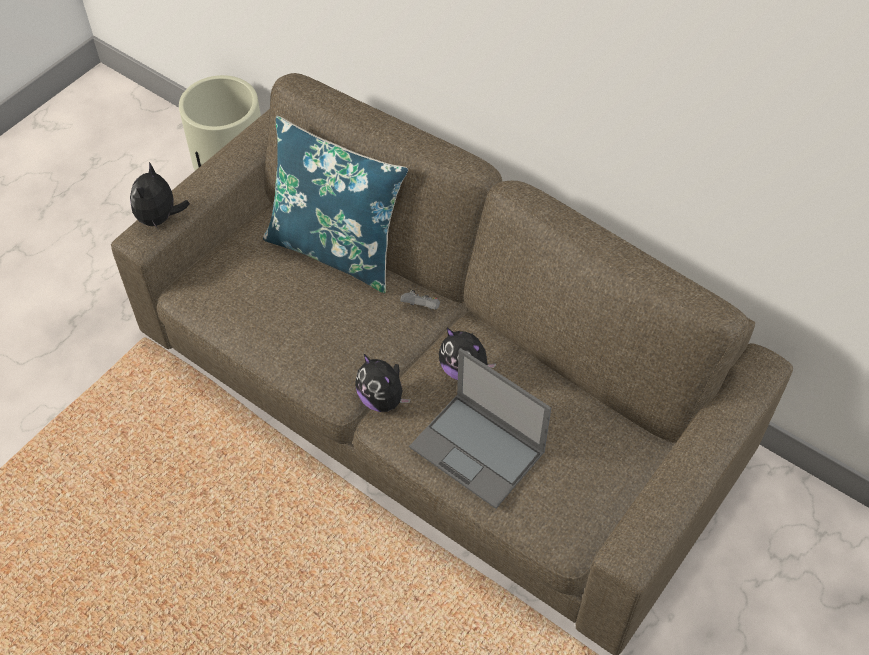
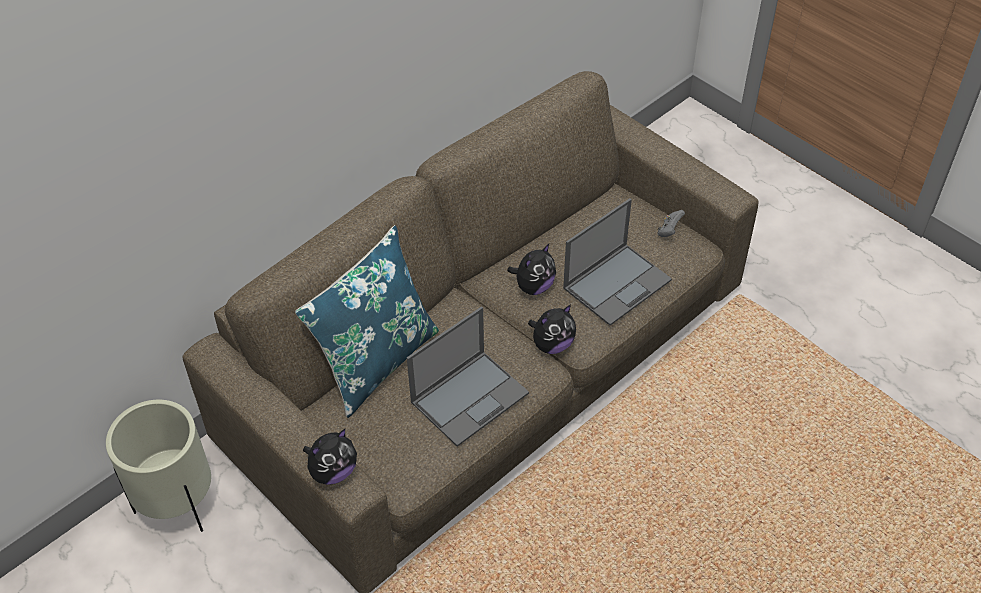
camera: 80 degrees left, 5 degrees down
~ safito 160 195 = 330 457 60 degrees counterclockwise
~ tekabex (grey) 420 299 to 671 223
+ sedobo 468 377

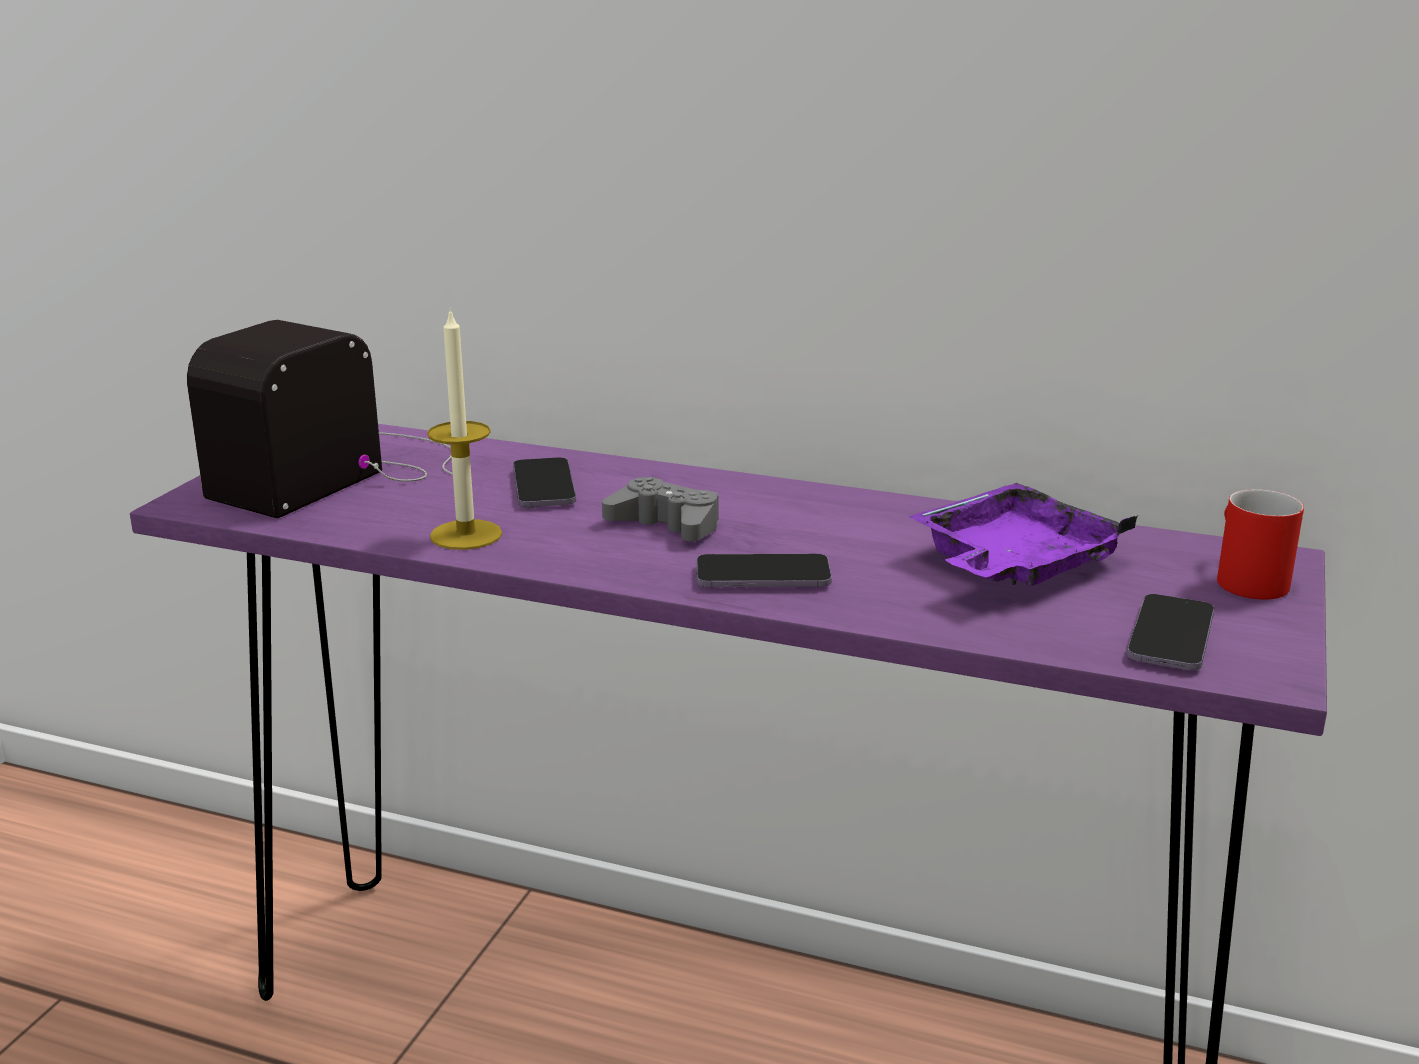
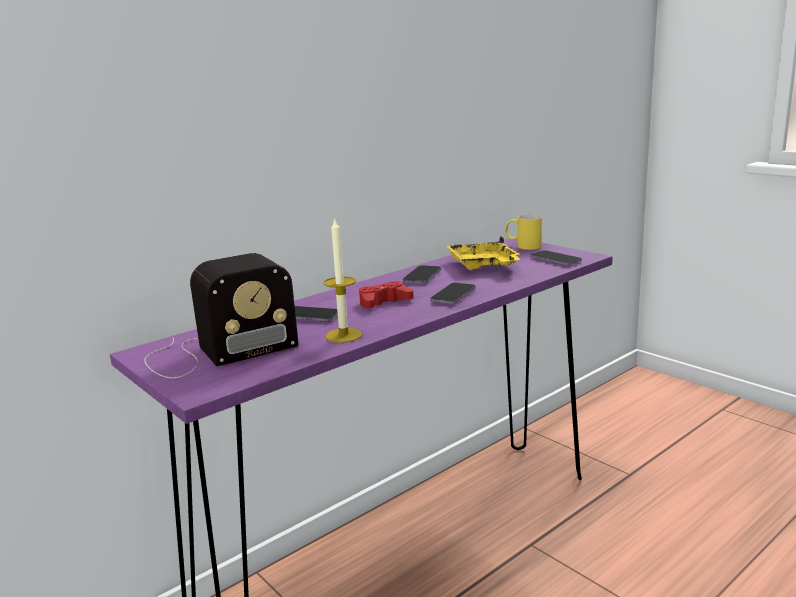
camera: 60 degrees left, 5 degrees down
~ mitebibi 320 419 = 221 316 90 degrees counterclockwise
~ tekabex (grey) 660 509 to tekabex (red) 386 295
~ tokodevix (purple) 1023 534 to tokodevix (yellow) 483 253
~ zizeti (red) 1260 544 to zizeti (yellow) 523 232
+ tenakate 422 274

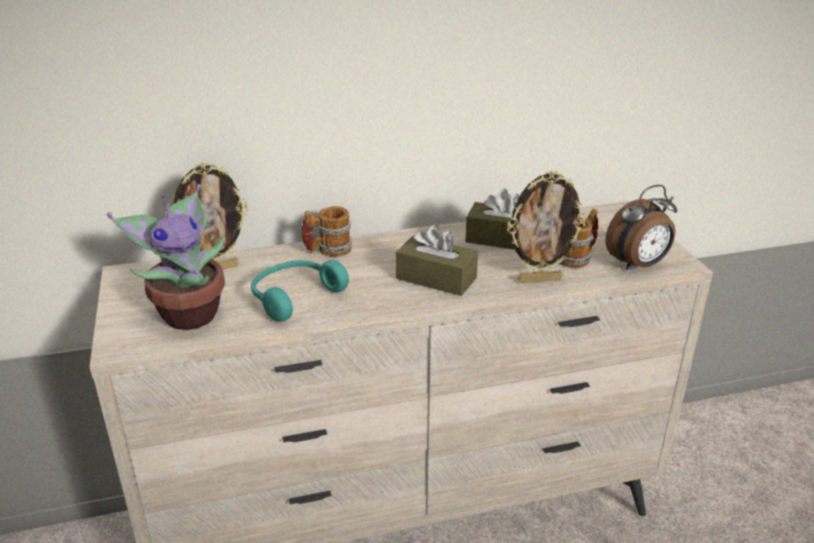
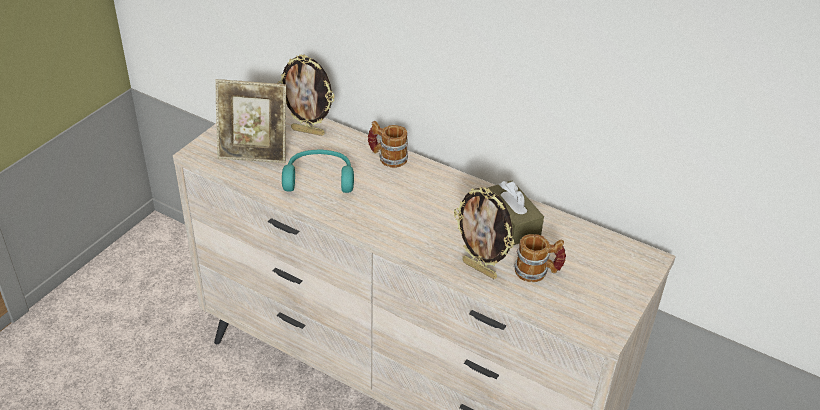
camera: 45 degrees right, 10 degrees up
~ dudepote 166 257 to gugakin 250 121
- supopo 641 227
- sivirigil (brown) 437 260

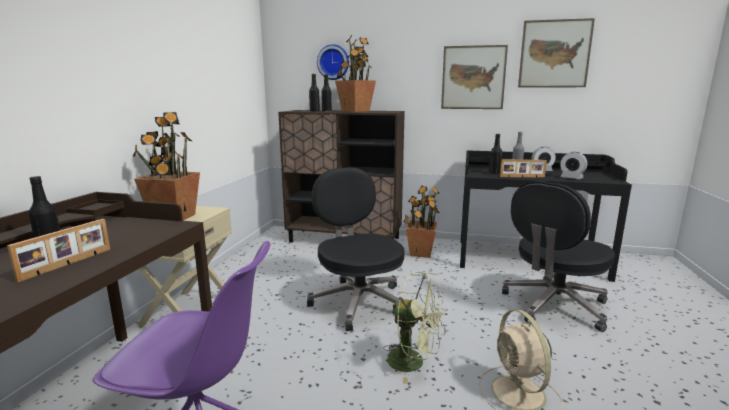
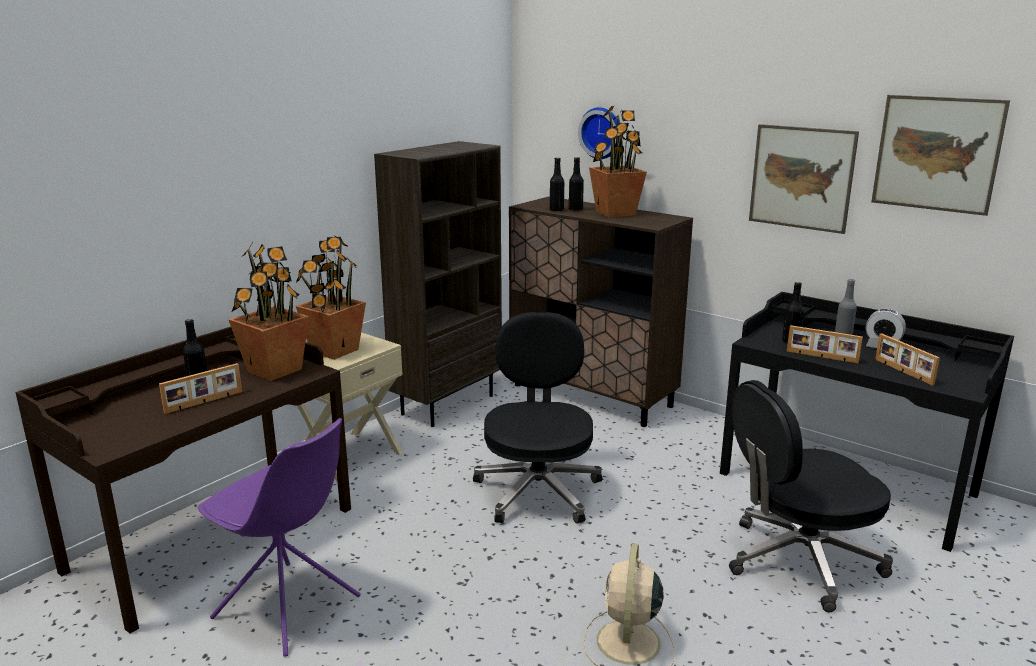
camera: 25 degrees right, 5 degrees up
~ supopo 574 165 to gugakin 907 359
~ dudepote 421 221 to 269 311
- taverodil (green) 415 327
+ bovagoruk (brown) 438 284

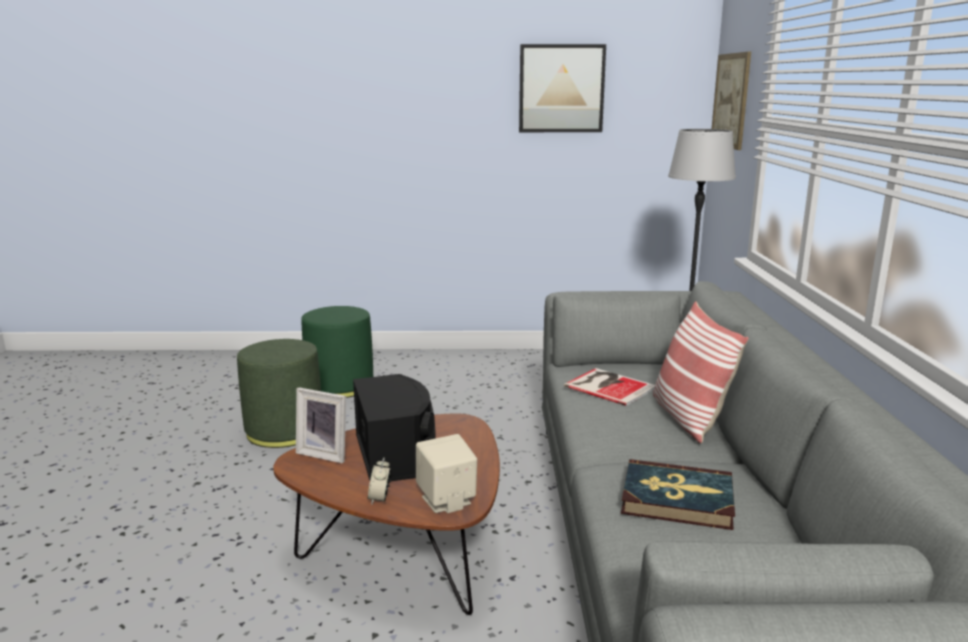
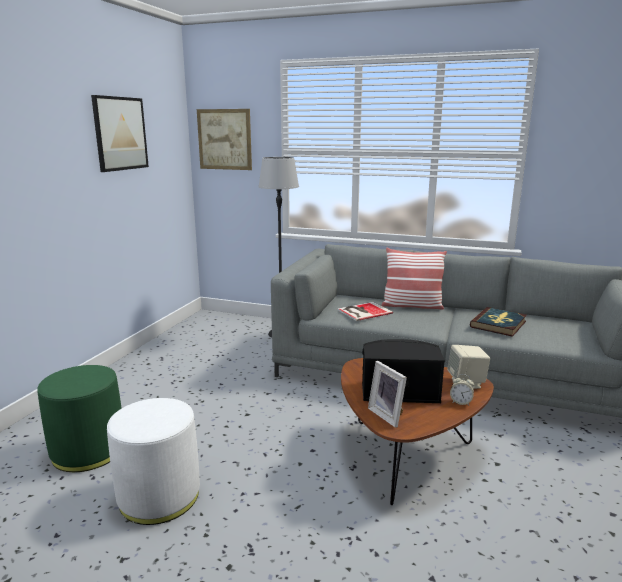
camera: 70 degrees left, 0 degrees up
~ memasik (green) 279 393 to memasik (white) 153 461
~ gugakin 321 425 = 387 394 105 degrees clockwise

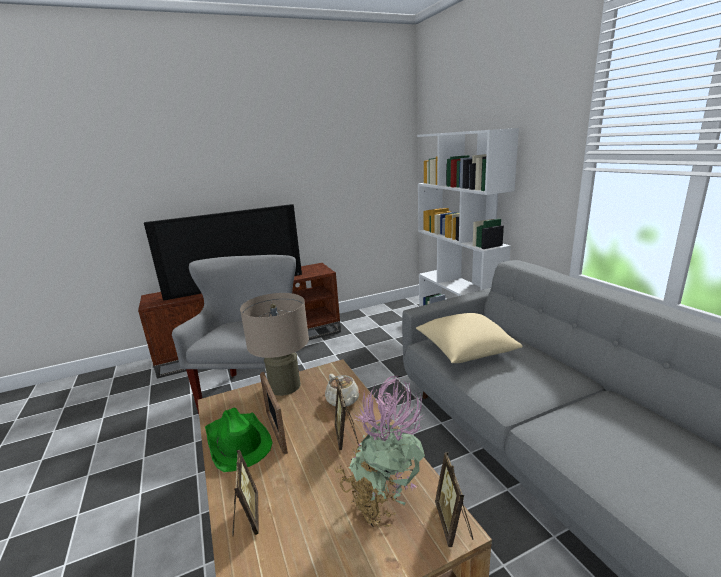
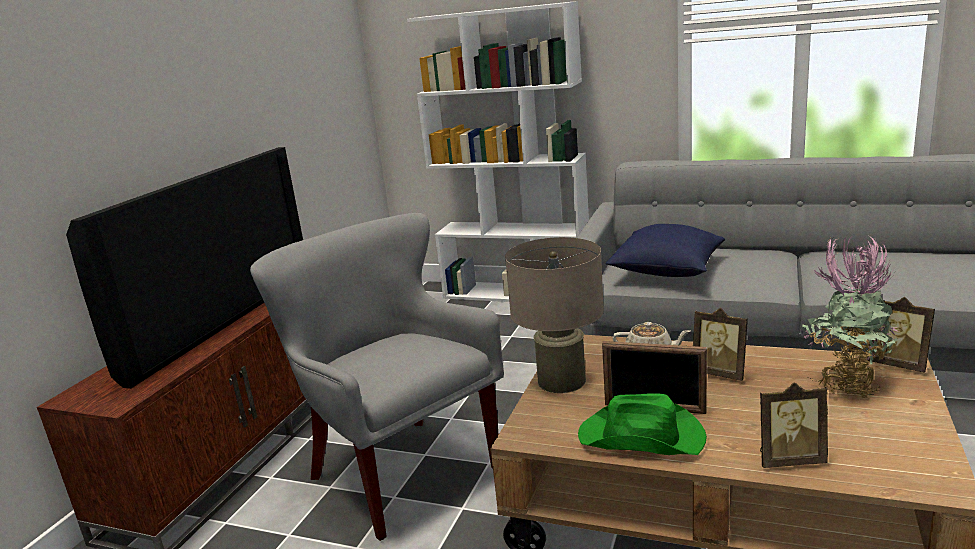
camera: 45 degrees left, 0 degrees up
~ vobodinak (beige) 469 338 to vobodinak (blue) 665 250
~ gugakin 245 493 = 794 425 150 degrees clockwise

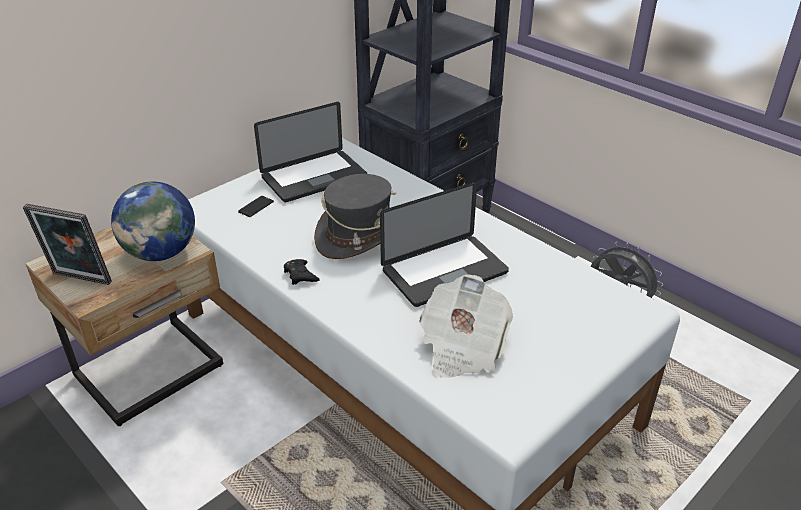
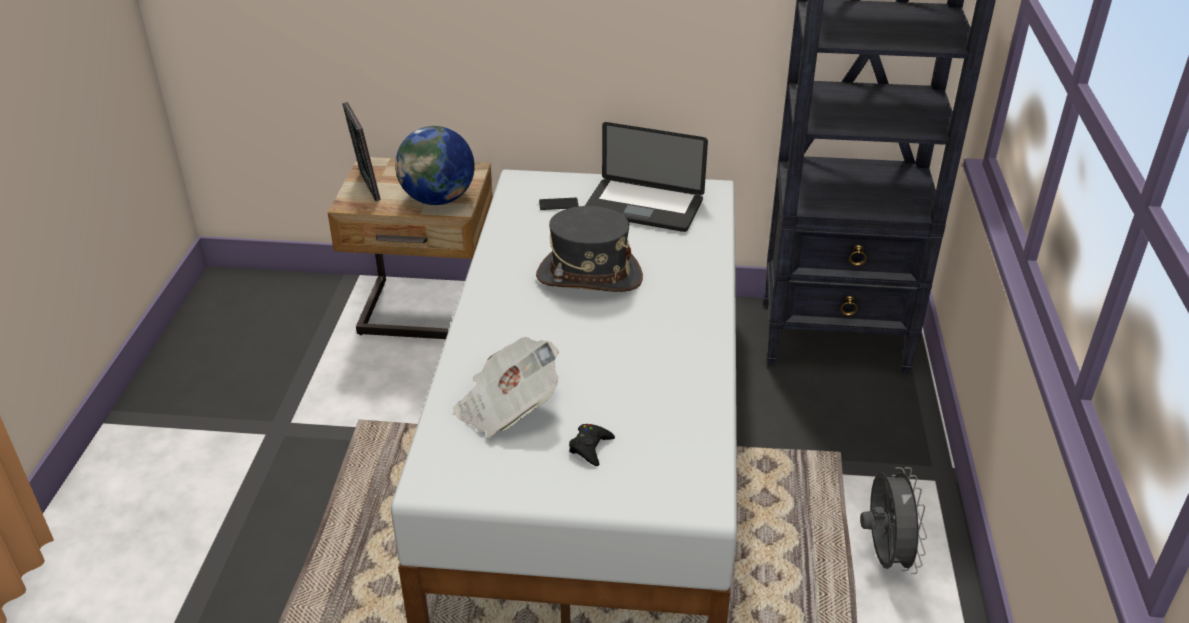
camera: 50 degrees right, 0 degrees up
- sedobo 444 244
~ tekabex (black) 302 272 to 592 445

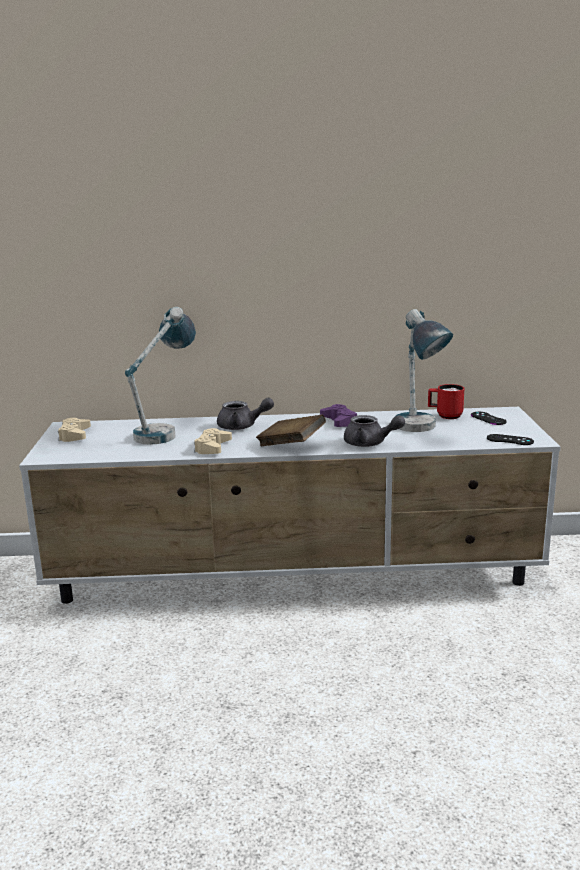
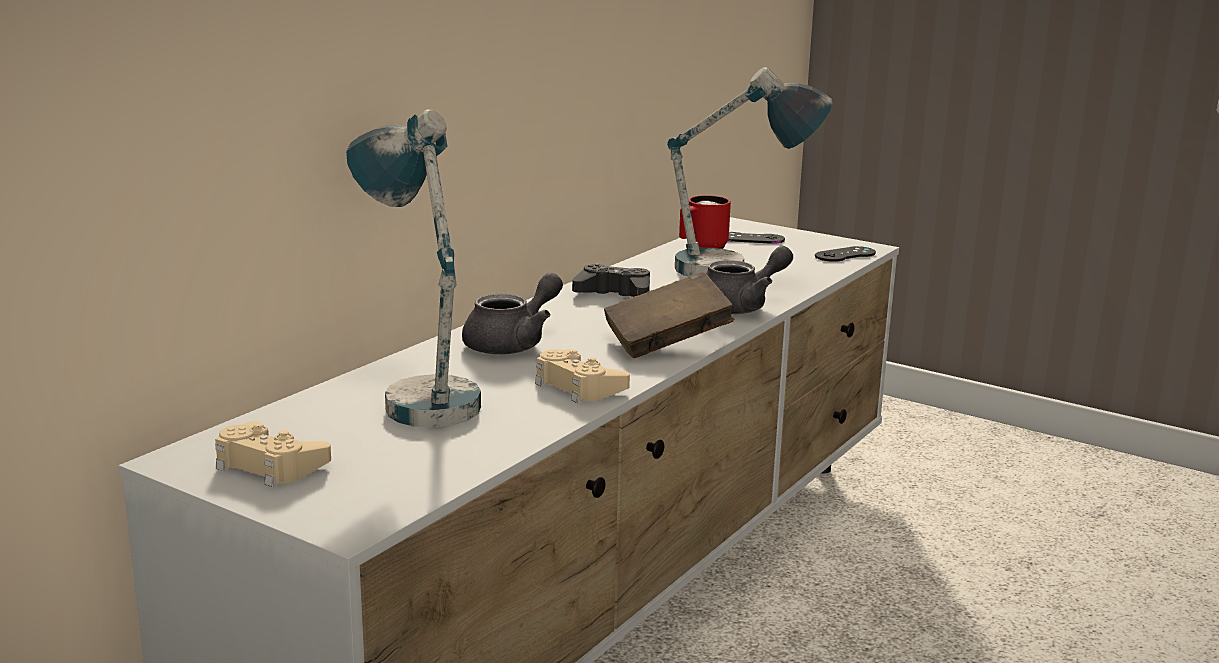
camera: 55 degrees left, 0 degrees up
~ tekabex (purple) 338 415 to tekabex (black) 611 280

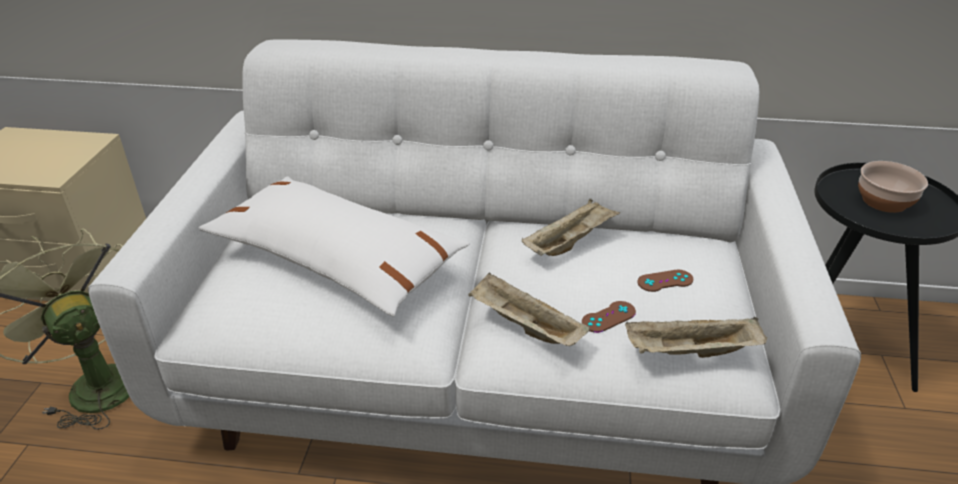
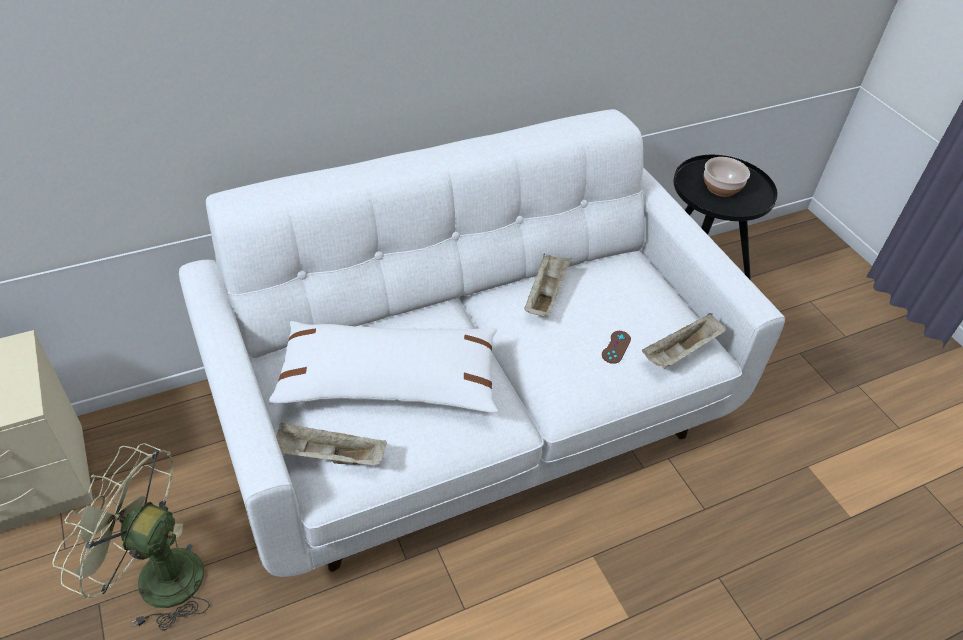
camera: 35 degrees left, 10 degrees up
- tekabex (brown) 665 281
~ tokodevix (beige) 529 309 to 331 444

